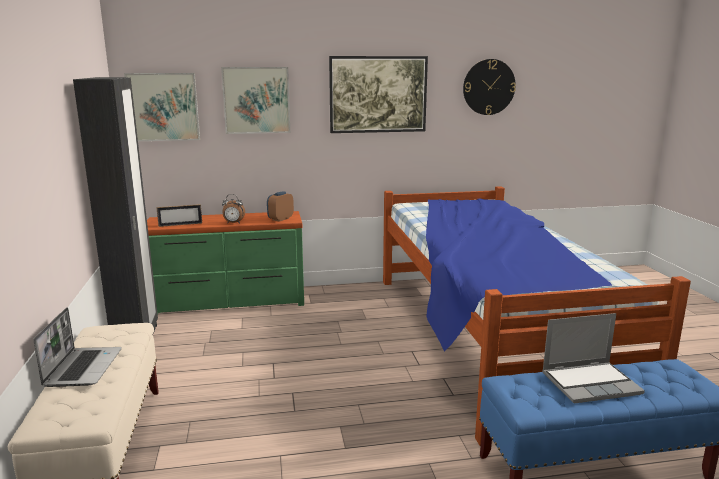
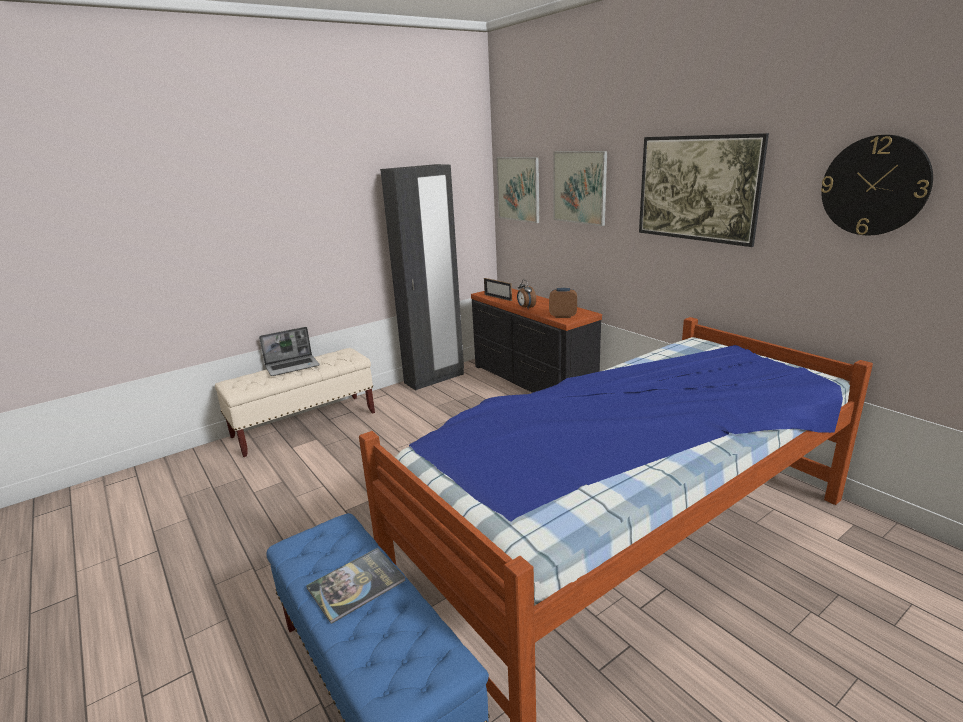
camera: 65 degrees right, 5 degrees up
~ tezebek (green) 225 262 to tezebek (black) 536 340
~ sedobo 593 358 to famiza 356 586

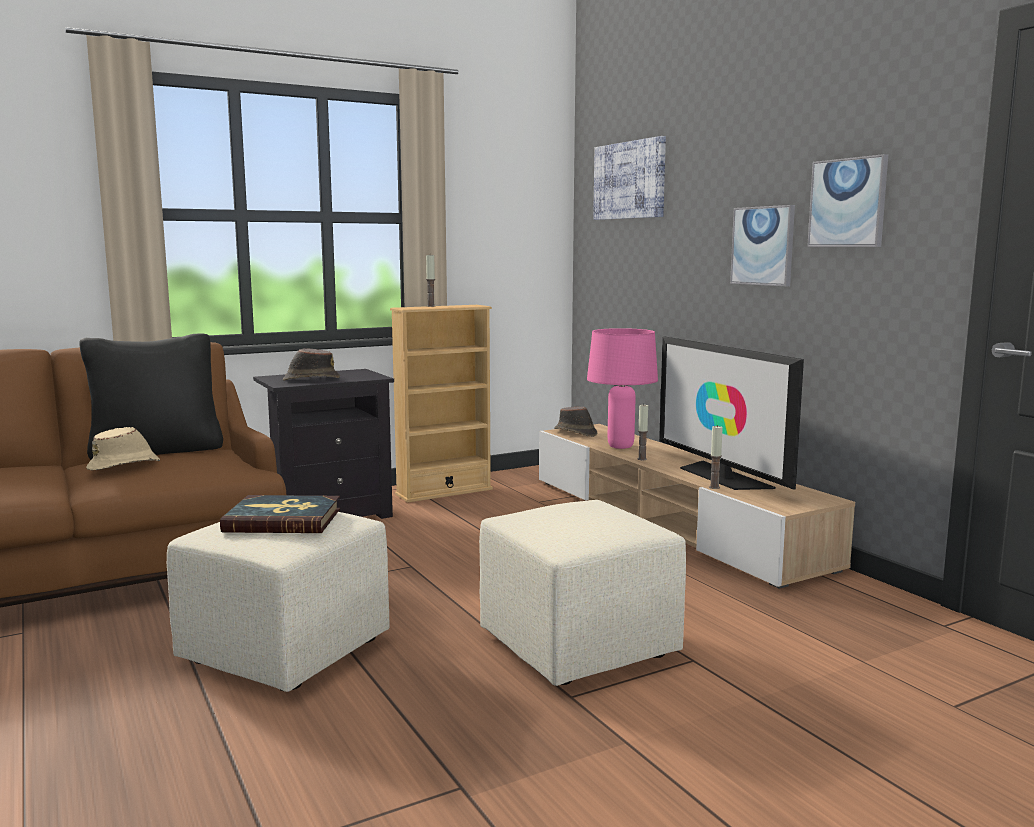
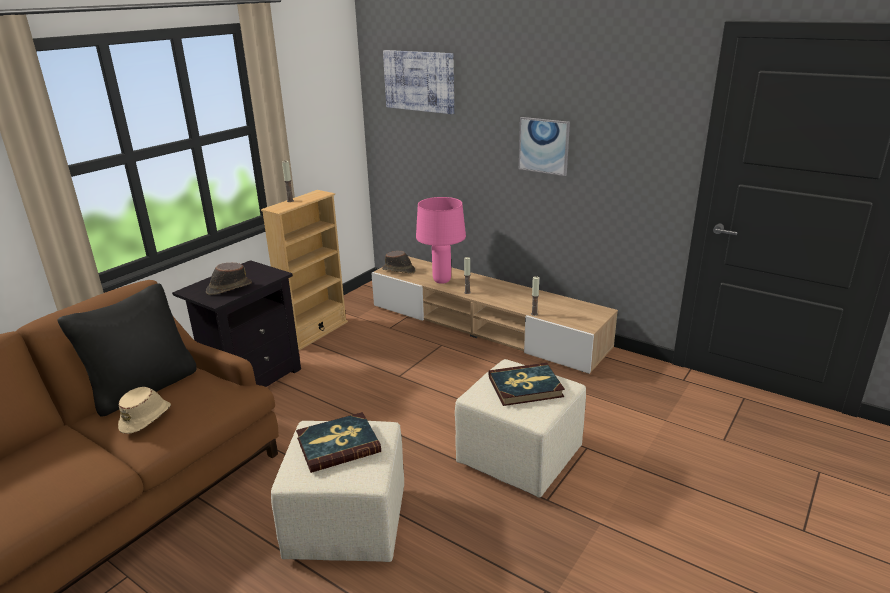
camera: 25 degrees left, 15 degrees up
- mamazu 847 200
- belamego 731 413
+ famiza 527 384

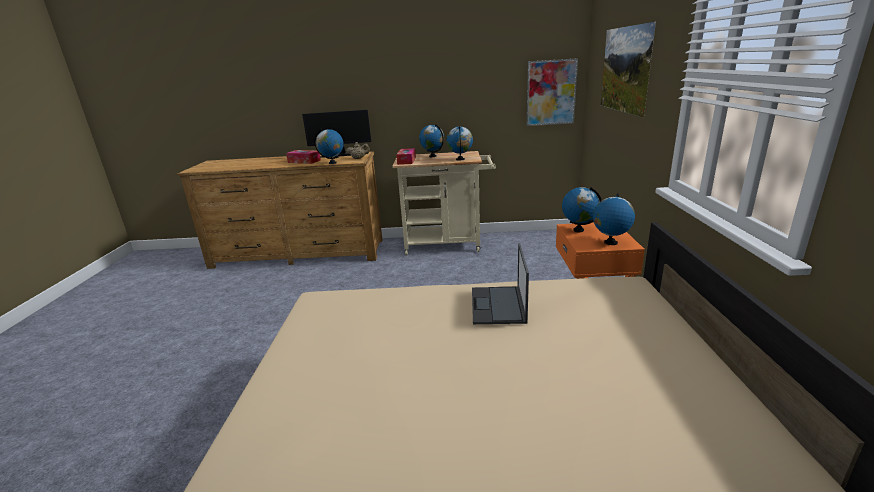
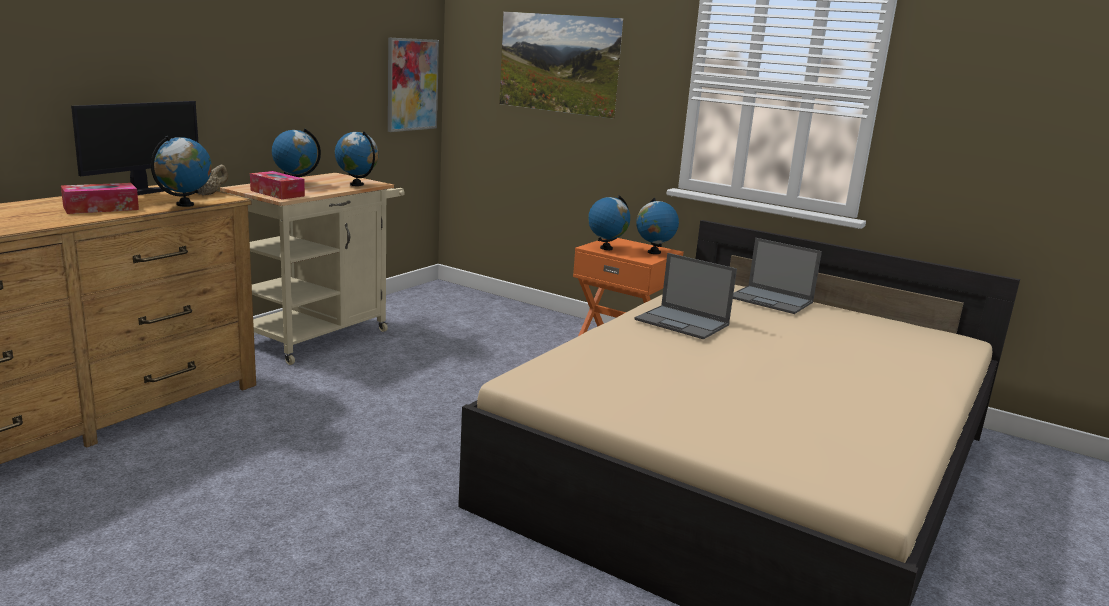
camera: 60 degrees left, 5 degrees down
+ sedobo 777 276

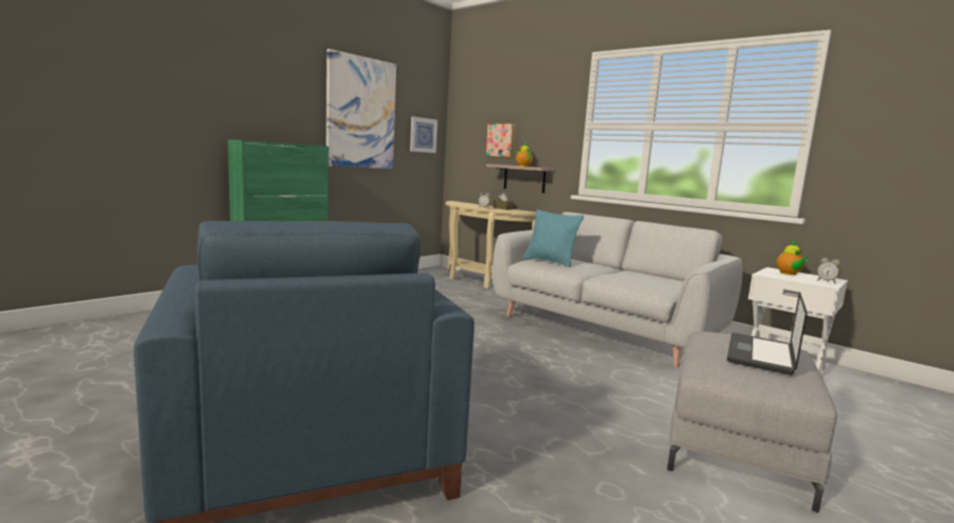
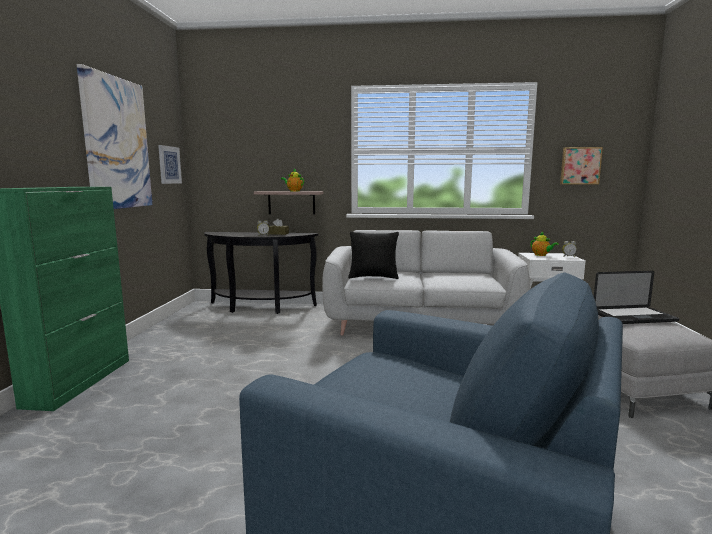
camera: 35 degrees left, 0 degrees up
~ mamazu 500 140 to 581 166
~ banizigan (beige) 491 245 to banizigan (black) 261 273
~ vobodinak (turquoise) 554 238 to vobodinak (black) 373 255
~ sedobo 767 333 = 636 297 90 degrees counterclockwise

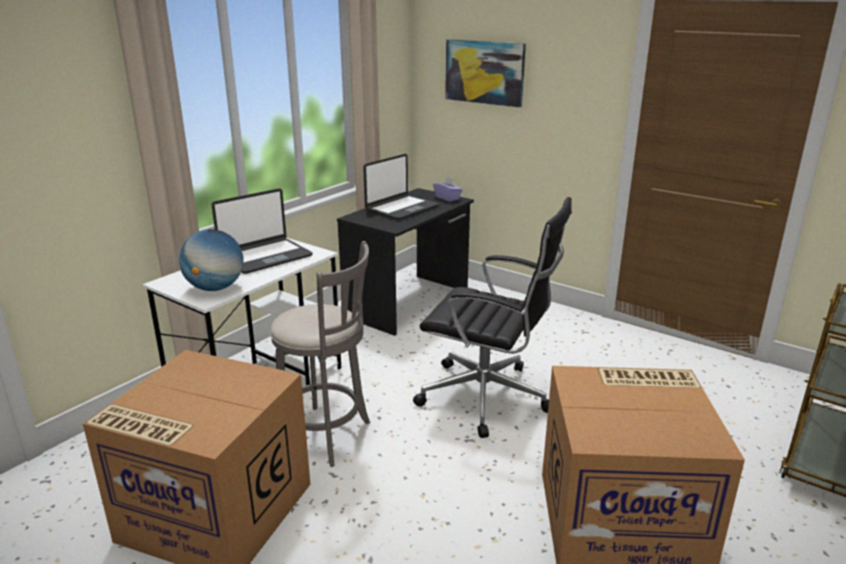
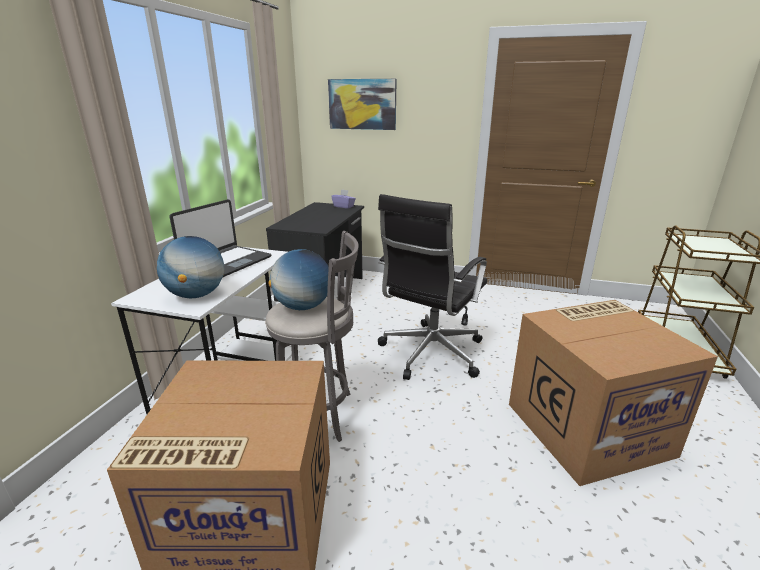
camera: 20 degrees left, 0 degrees up
- sedobo 401 187
~ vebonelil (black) 492 317 = 432 287 120 degrees clockwise
+ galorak 298 279

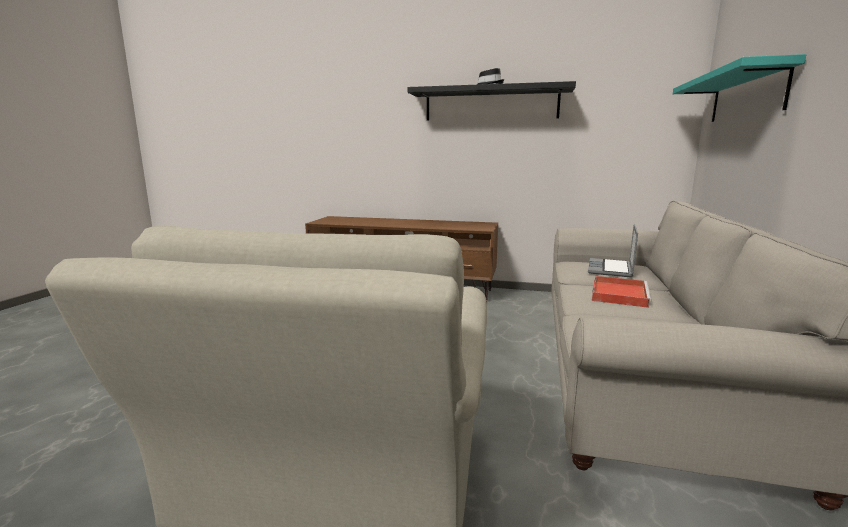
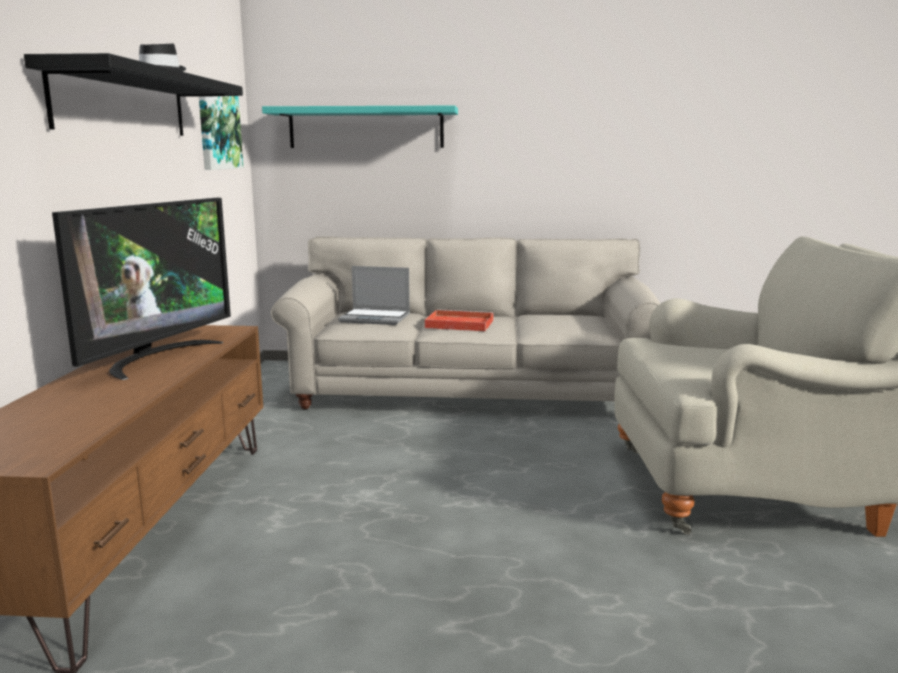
camera: 100 degrees left, 0 degrees up
+ mamazu 221 133
+ belamego 141 289

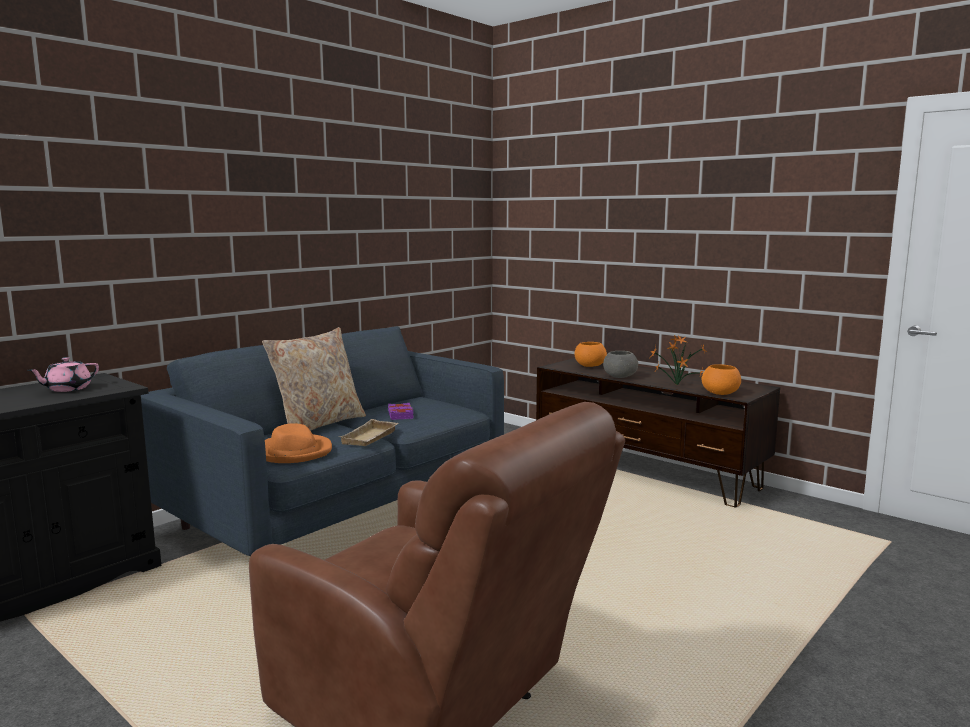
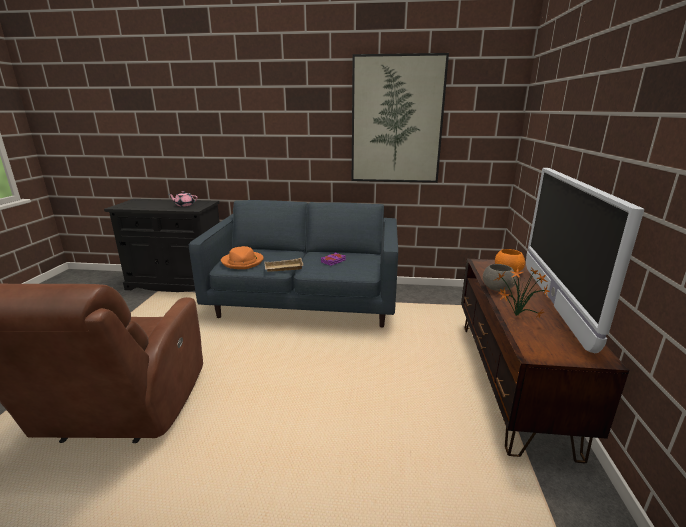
camera: 55 degrees right, 10 degrees up
- vobodinak (beige) 314 379
- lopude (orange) 721 379
+ mamazu 400 118
+ belamego 585 260

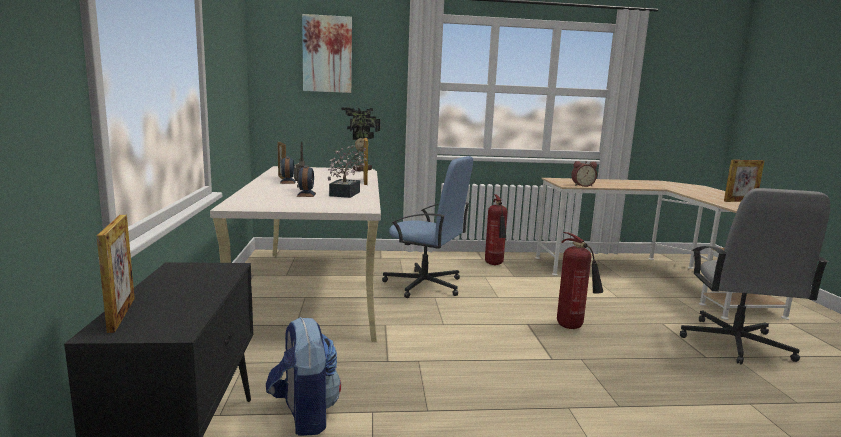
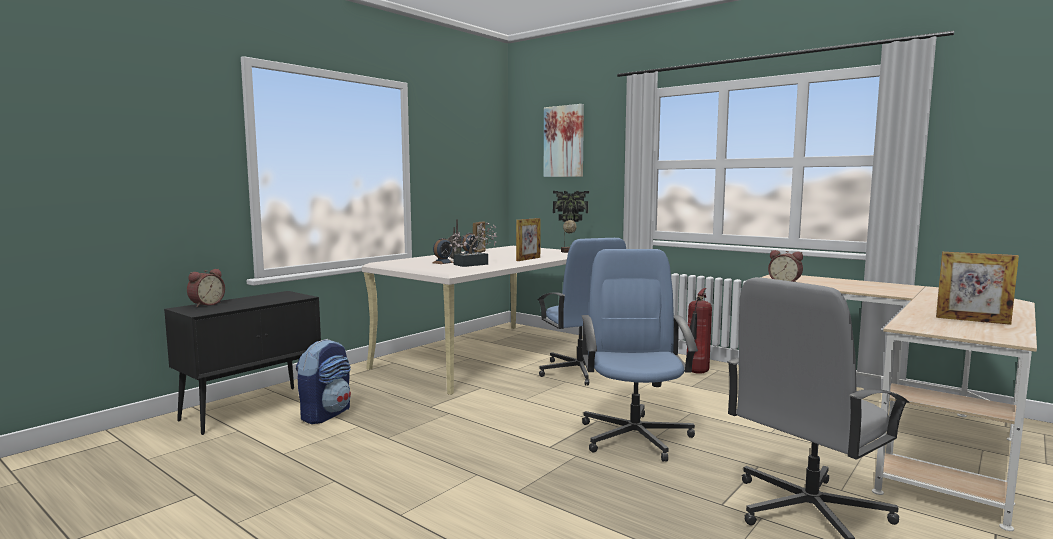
camera: 45 degrees right, 5 degrees down
~ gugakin 116 274 to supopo 206 288
~ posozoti 580 280 to vebonelil (blue) 640 355

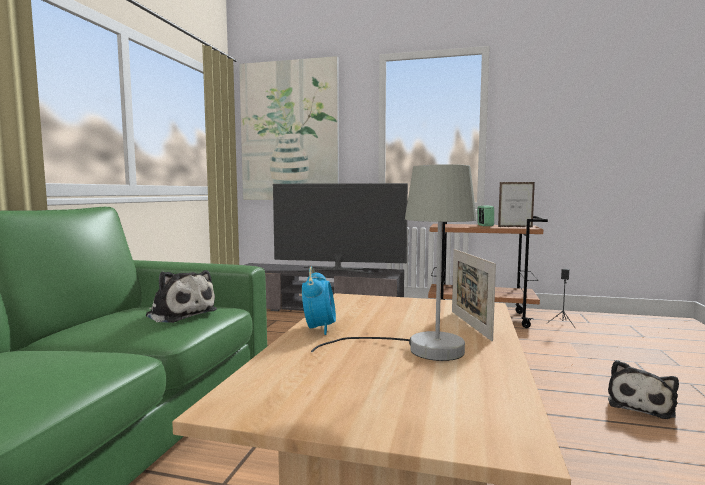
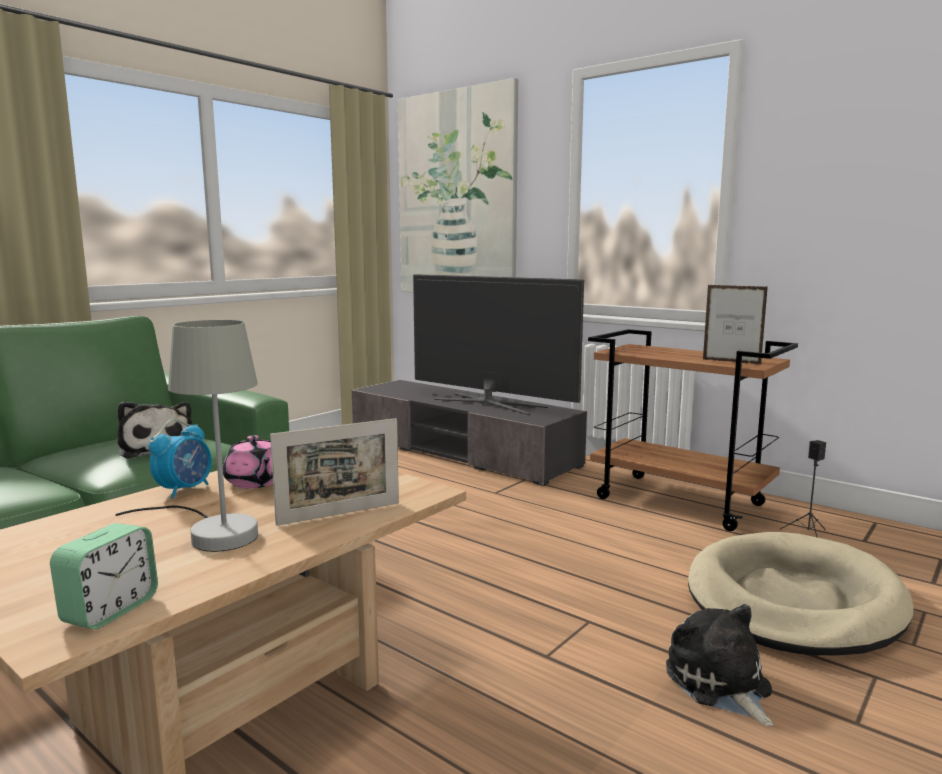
camera: 25 degrees right, 5 degrees up
~ supopo 485 216 to 104 576
~ gugakin 474 295 = 334 472 135 degrees counterclockwise
~ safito 643 389 = 719 665 105 degrees clockwise
+ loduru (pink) 248 461
+ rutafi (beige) 801 594

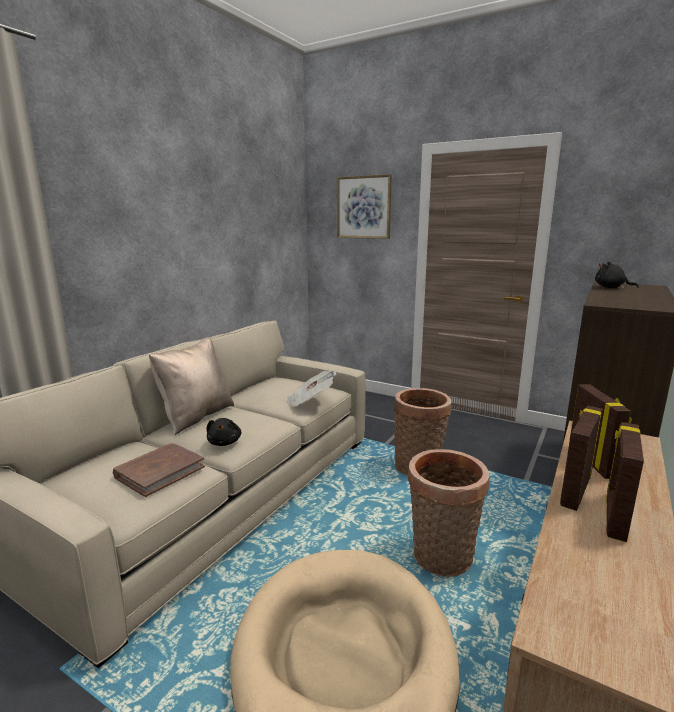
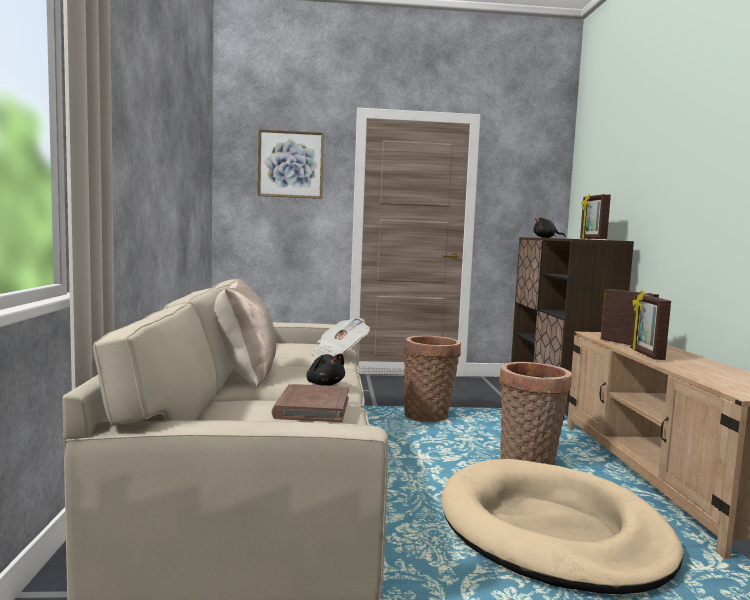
camera: 35 degrees left, 10 degrees down
~ gugakin 625 482 to 595 216

